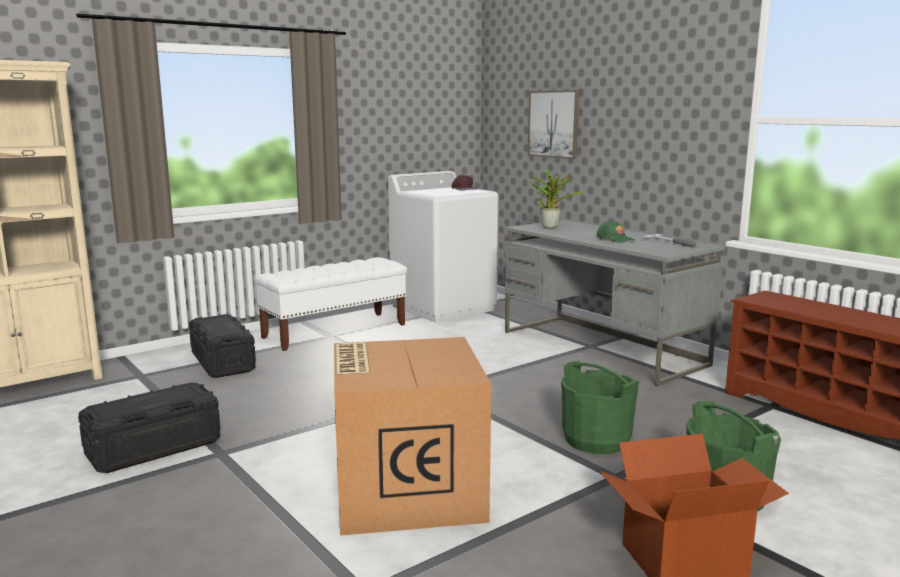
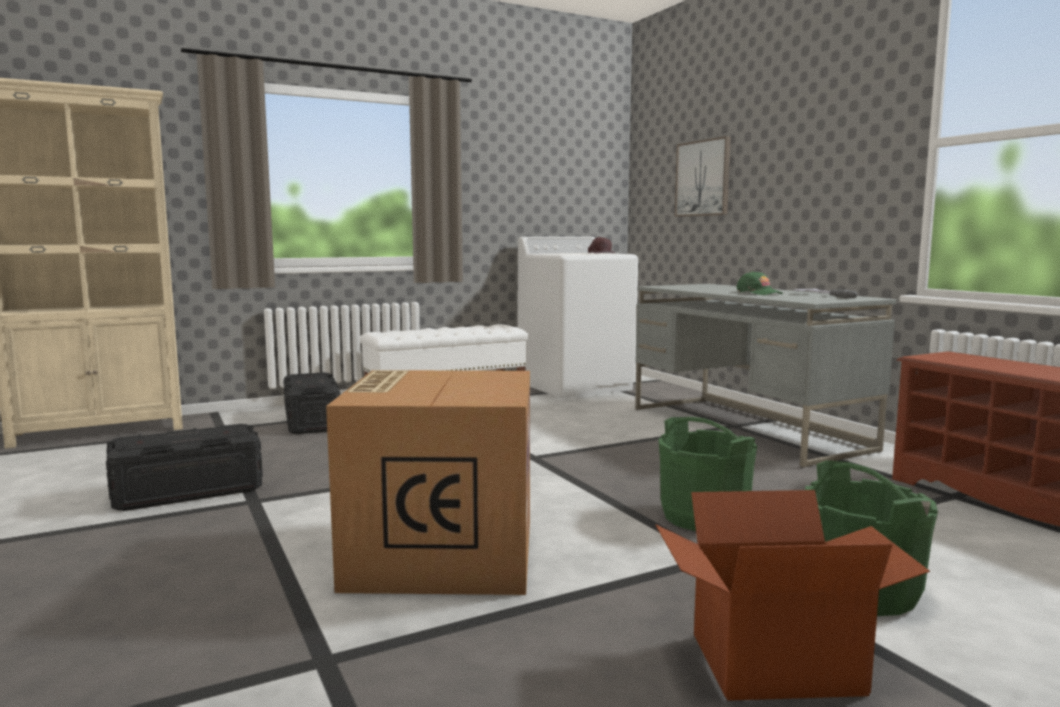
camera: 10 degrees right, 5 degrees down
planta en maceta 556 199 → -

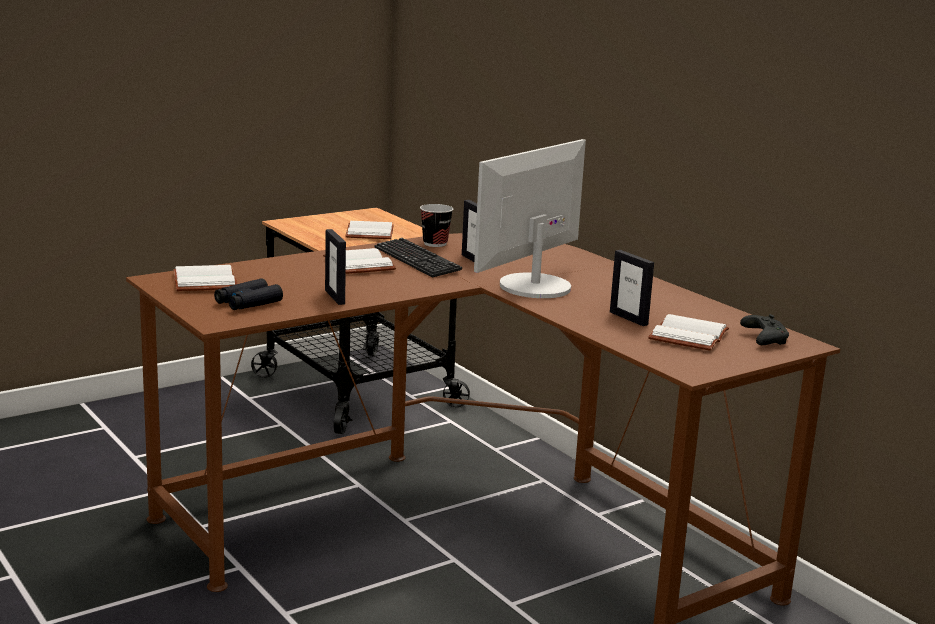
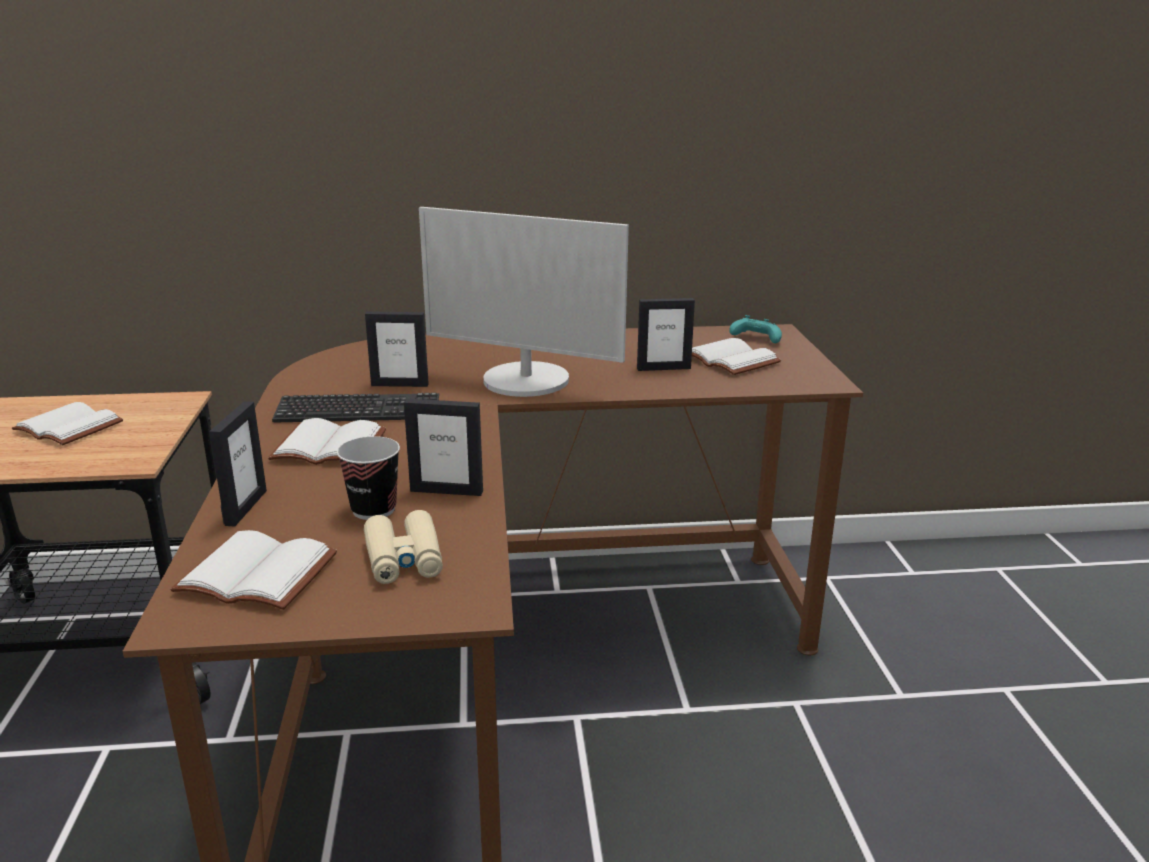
camera: 60 degrees left, 5 degrees up
monitor 530 218 → monitor 524 302, 45 degrees counterclockwise
taza 436 225 → taza 368 478, shifted
prismáticos (negro) 248 294 → prismáticos (beis) 403 547
mando de consola (negro) 764 329 → mando de consola (turquesa) 755 329
- → portarretratos 238 464

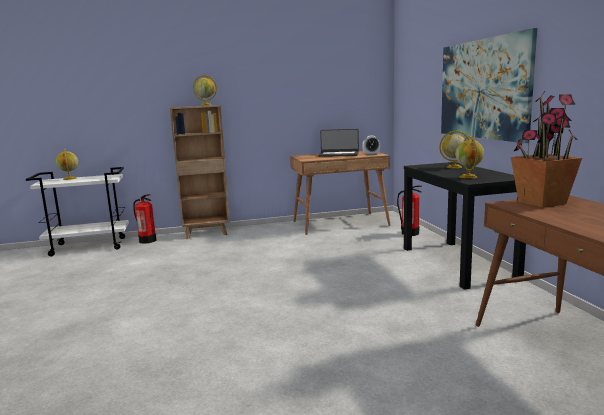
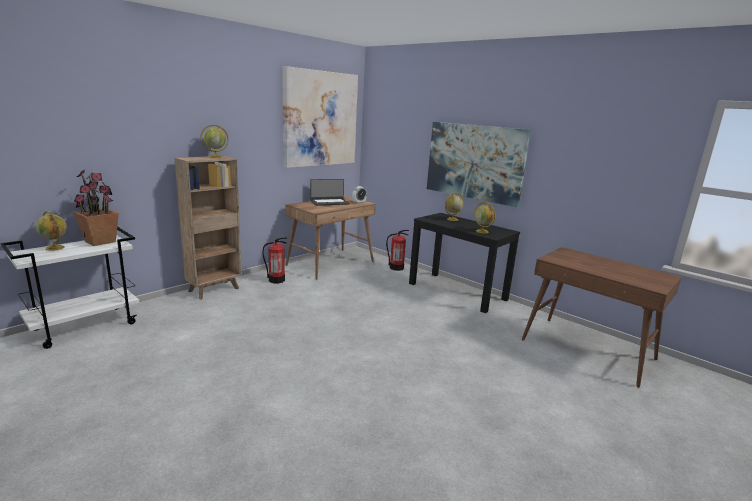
camera: 35 degrees left, 5 degrees up
planta en maceta 546 149 → planta en maceta 96 208, shifted
extintor 144 219 → extintor 274 260, shifted
- → cuadro 320 117

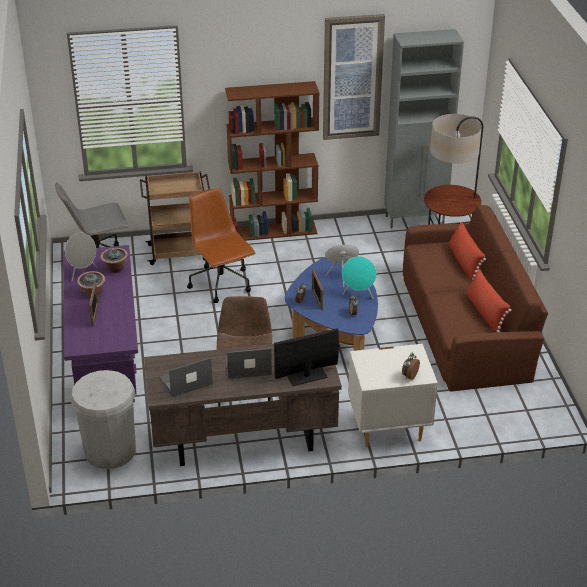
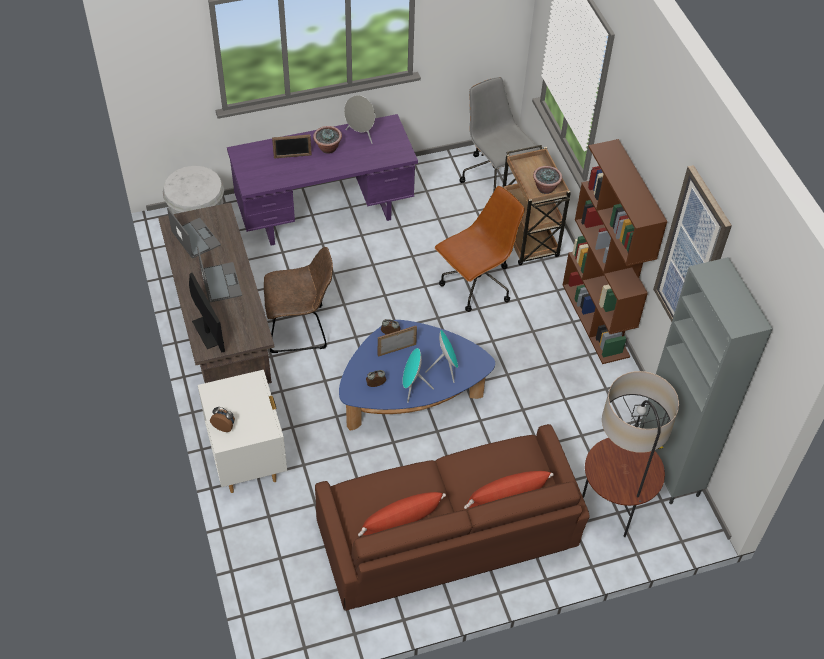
camera: 80 degrees right, 15 degrees up
planta en maceta 114 260 → planta en maceta 547 180, shifted

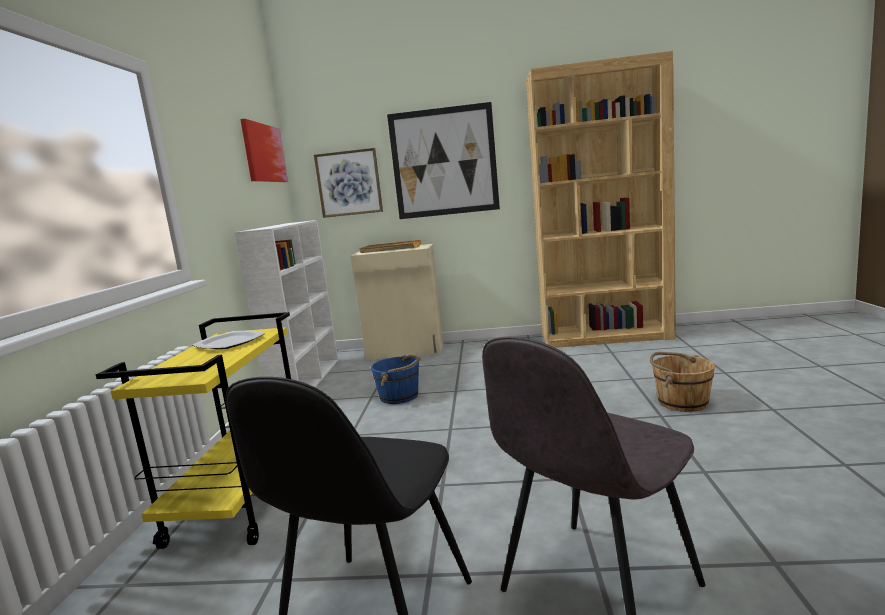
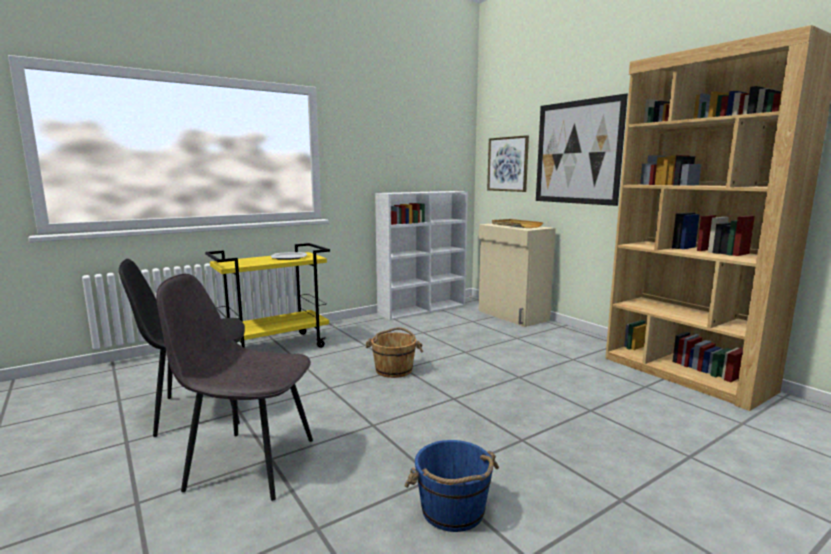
camera: 50 degrees right, 0 degrees up
cuadro 264 150 → -
cubo (marrón) 682 382 → cubo (marrón) 394 352, shifted
cubo (azul) 396 379 → cubo (azul) 451 486, shifted

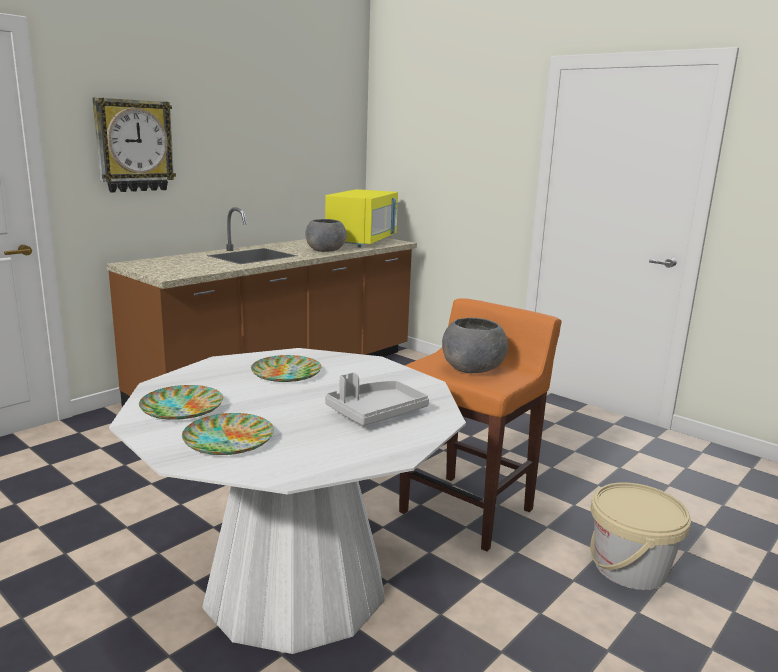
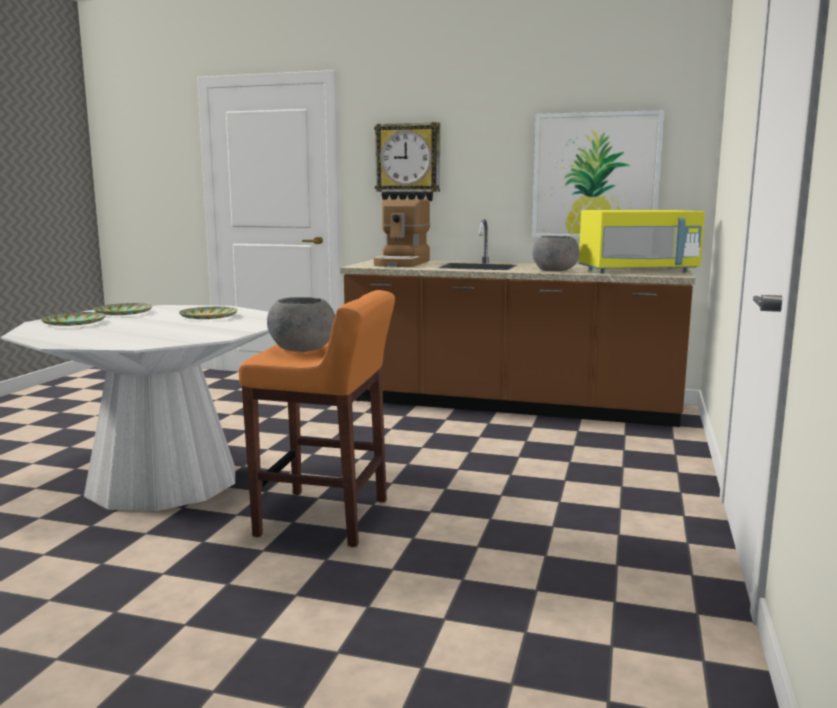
camera: 65 degrees right, 5 degrees down
bandeja (gris) 377 399 → -
cubo (beis) 640 536 → -
- → cuadro 598 174
- → cafetera 402 233

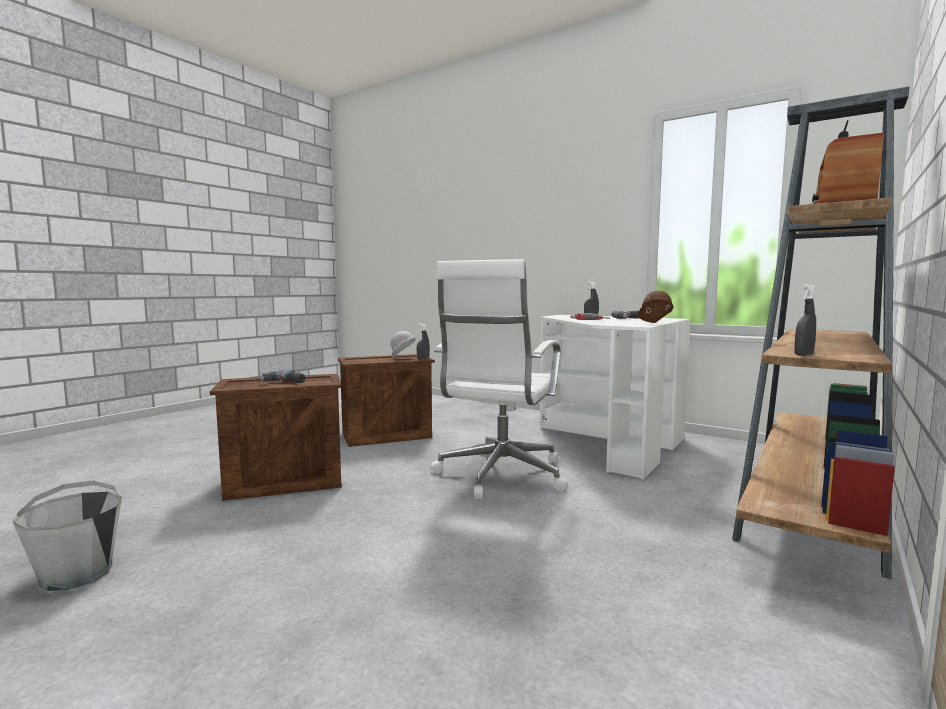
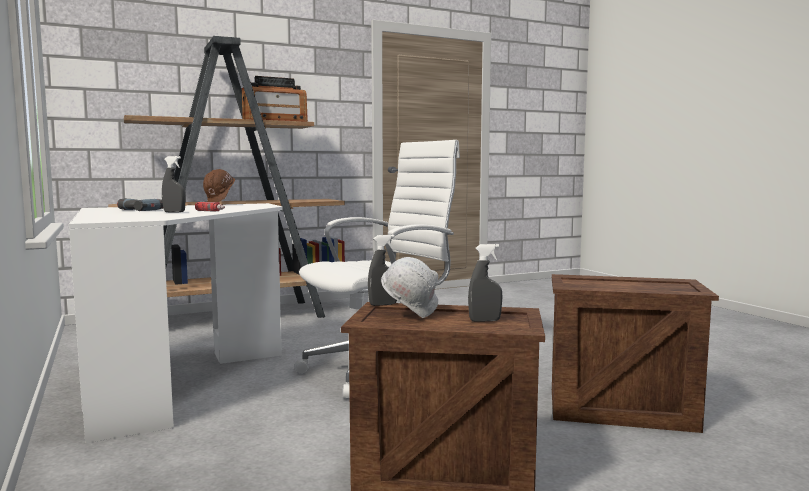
camera: 150 degrees left, 0 degrees up
pulverizador (gris) 805 320 → pulverizador (gris) 485 283, shifted
taladro 282 376 → -
cubo (gris) 67 535 → -

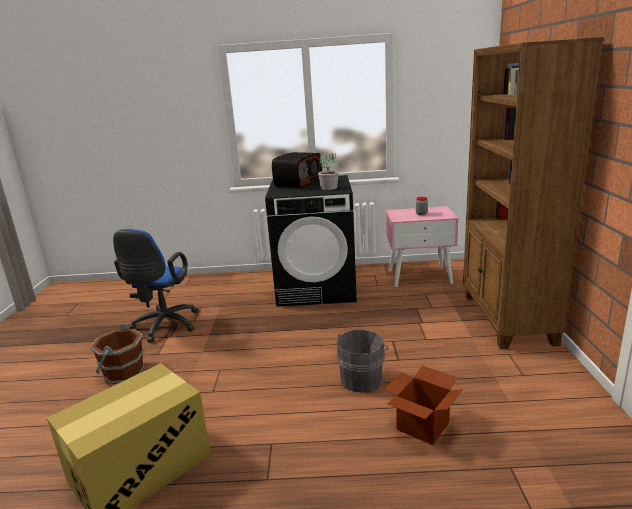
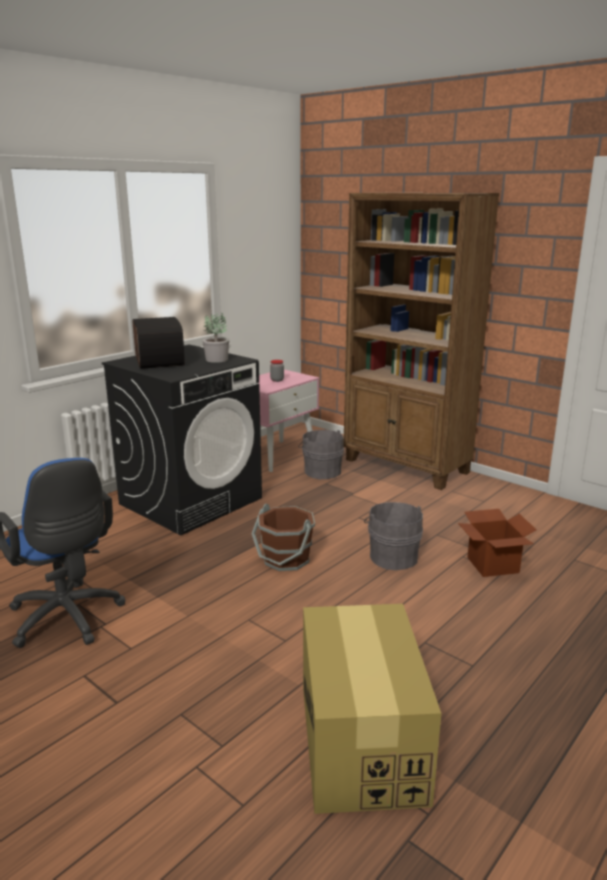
camera: 50 degrees left, 0 degrees up
cubo (marrón) 117 353 → cubo (marrón) 283 537, shifted
- → cubo (gris) 321 454

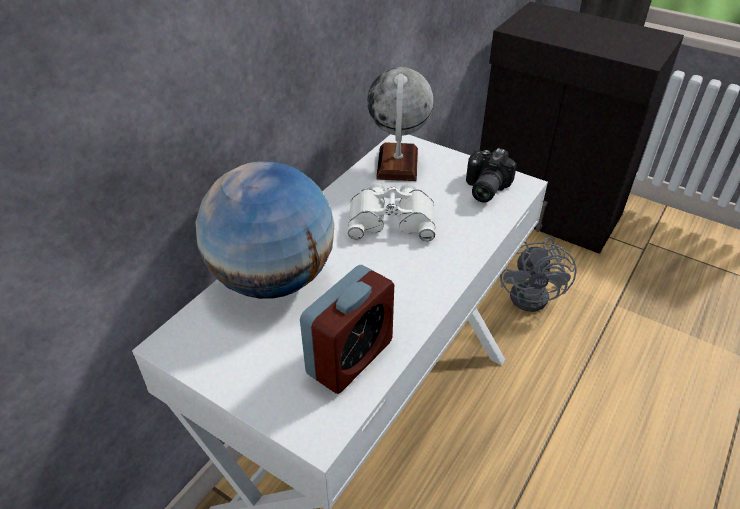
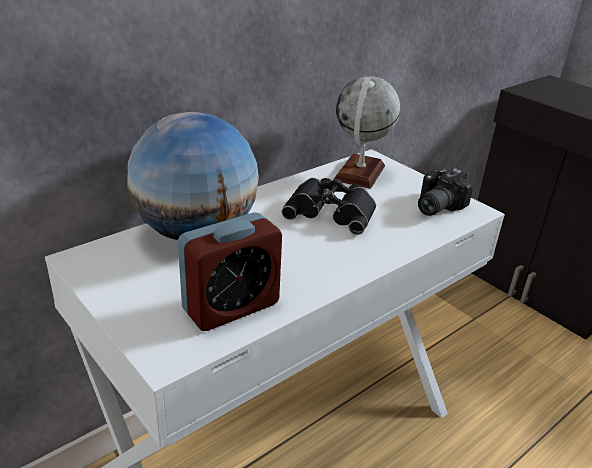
camera: 15 degrees right, 10 degrees down
prismáticos (blanco) 391 212 → prismáticos (negro) 329 206
ventilador (gris) 538 274 → -

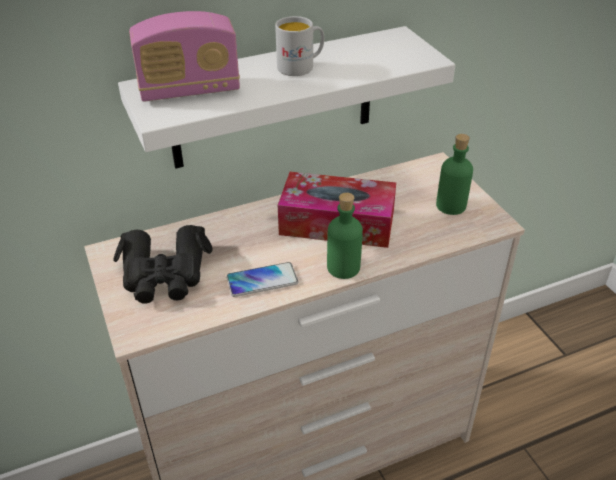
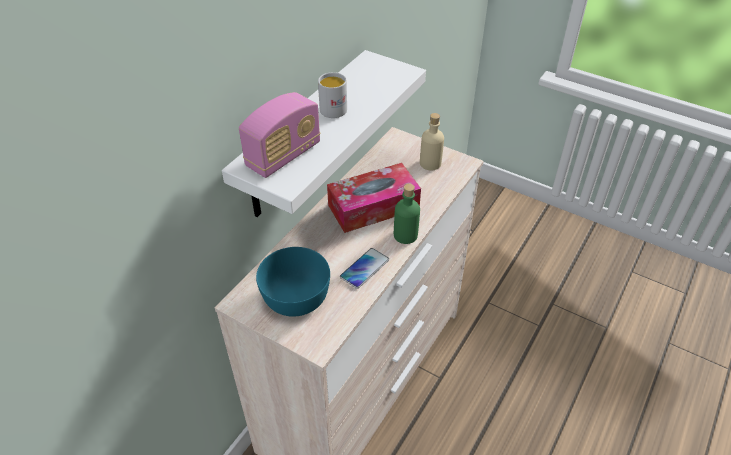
camera: 35 degrees left, 5 degrees up
botella (verde) 454 174 → botella (beis) 432 141
prismáticos (negro) 163 264 → cuenco (turquesa) 293 282

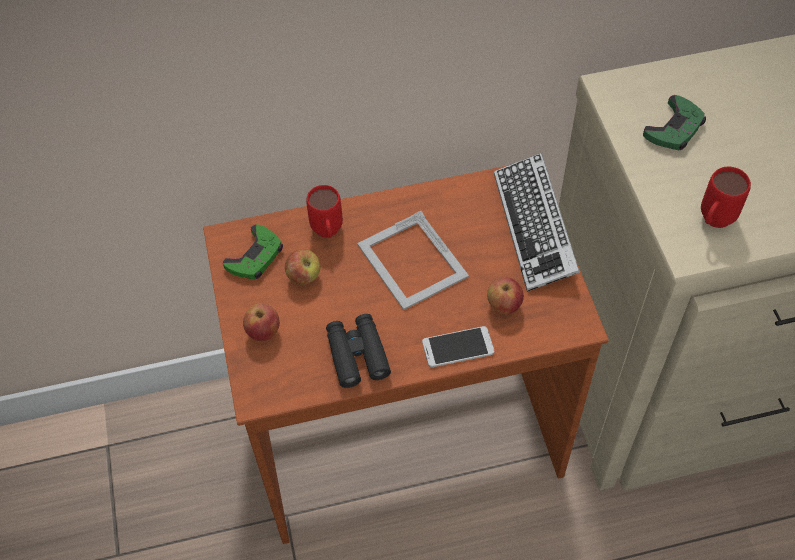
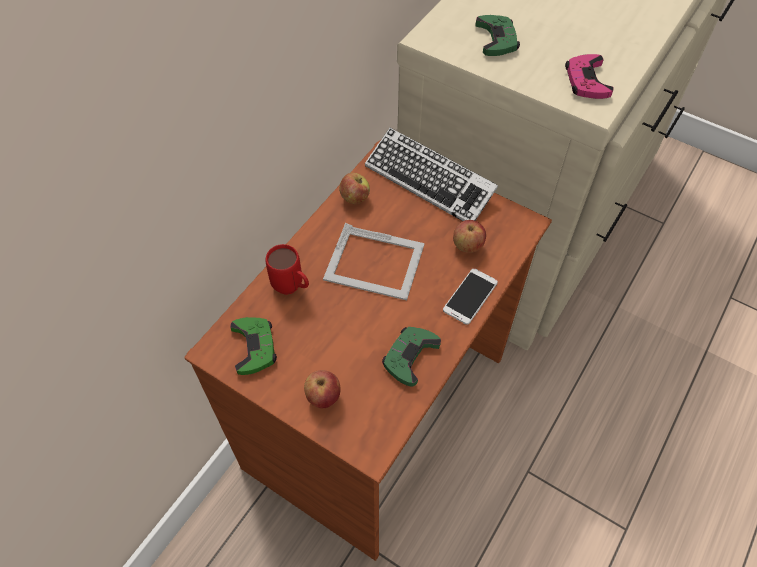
camera: 45 degrees left, 0 degrees up
taza grande (rojo) 726 197 → mando de consola (rosa) 589 76
manzana 303 267 → manzana 354 188, shifted
prismáticos (negro) 358 351 → mando de consola (verde) 411 357

